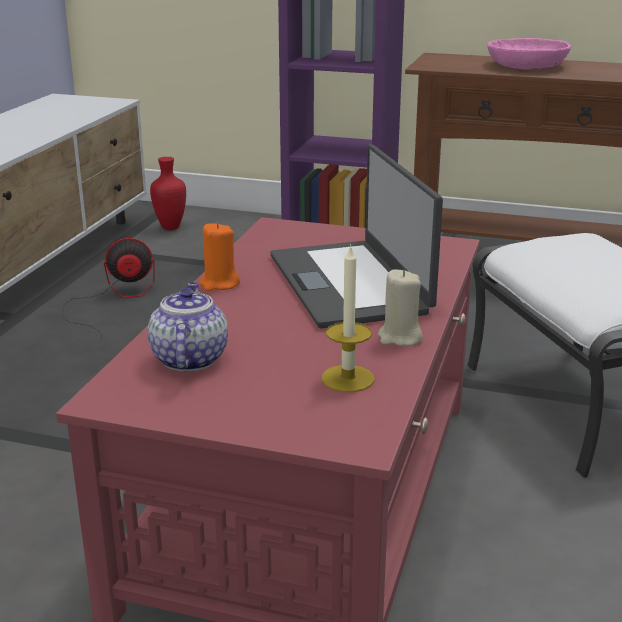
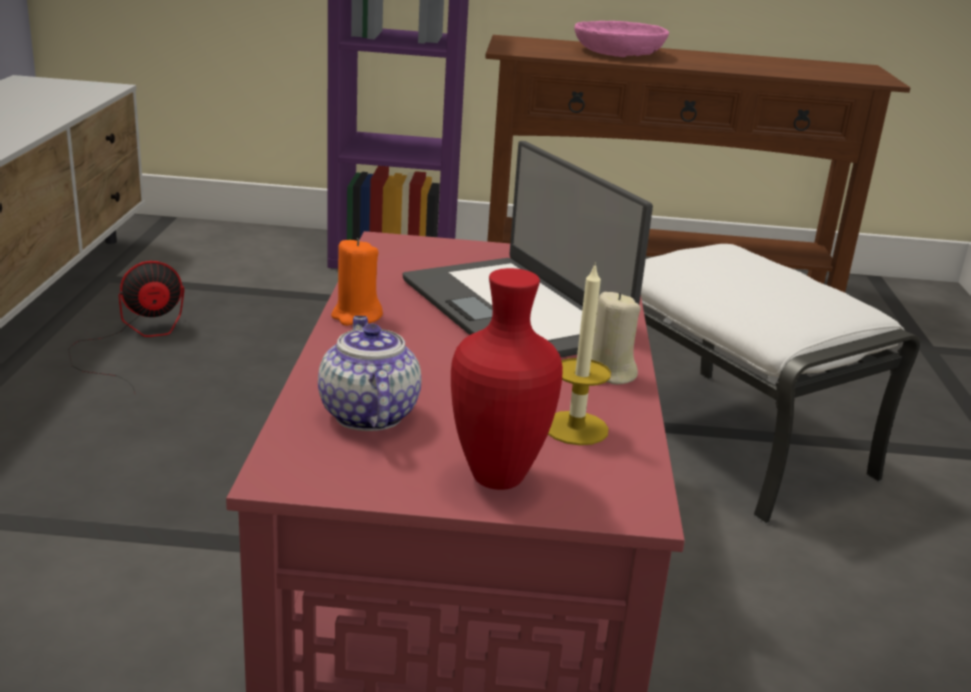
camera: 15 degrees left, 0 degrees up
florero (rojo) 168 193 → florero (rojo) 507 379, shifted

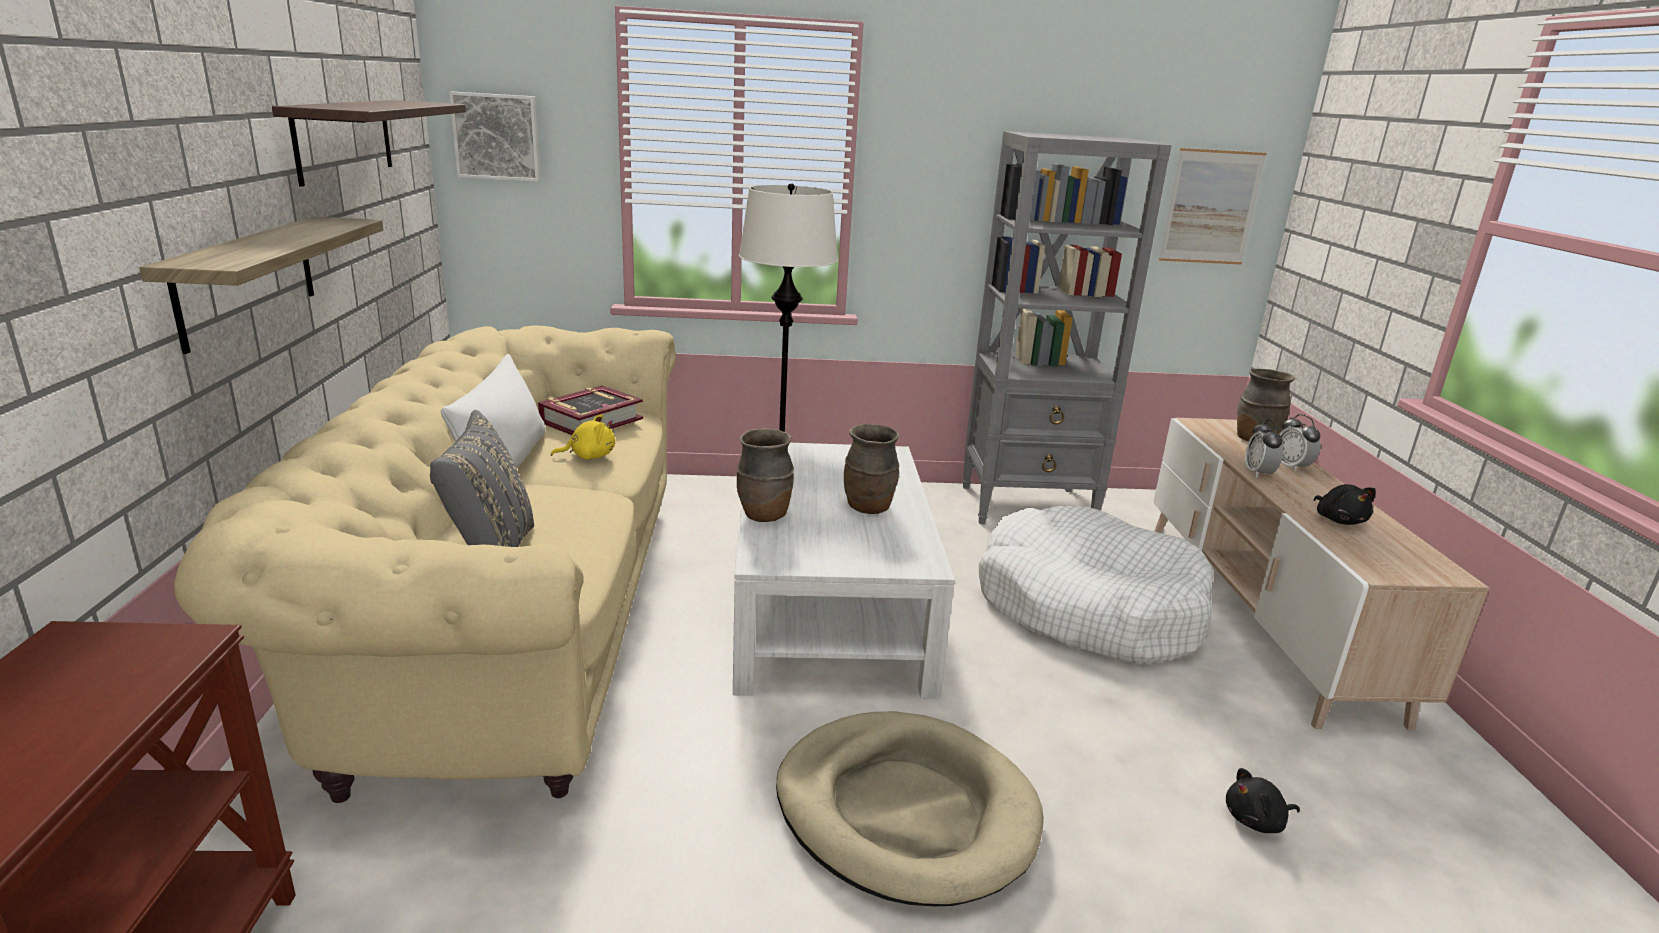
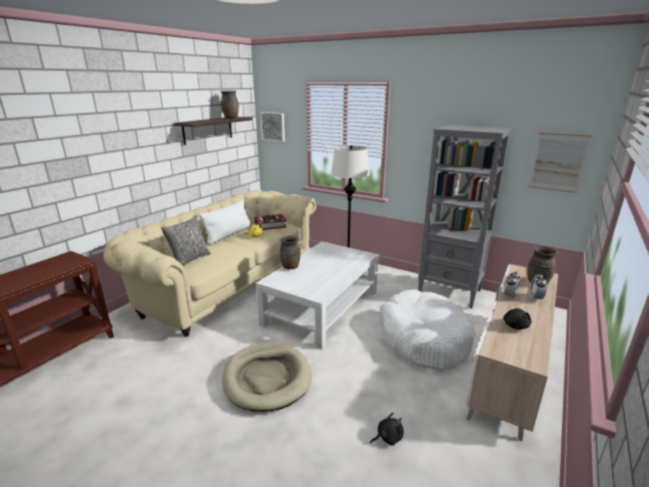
camera: 35 degrees right, 0 degrees up
estante 261 285 → -
florero (marrón) 871 469 → florero (marrón) 230 104, shifted
peluche (negro) 1263 800 → peluche (negro) 387 429, 135 degrees clockwise

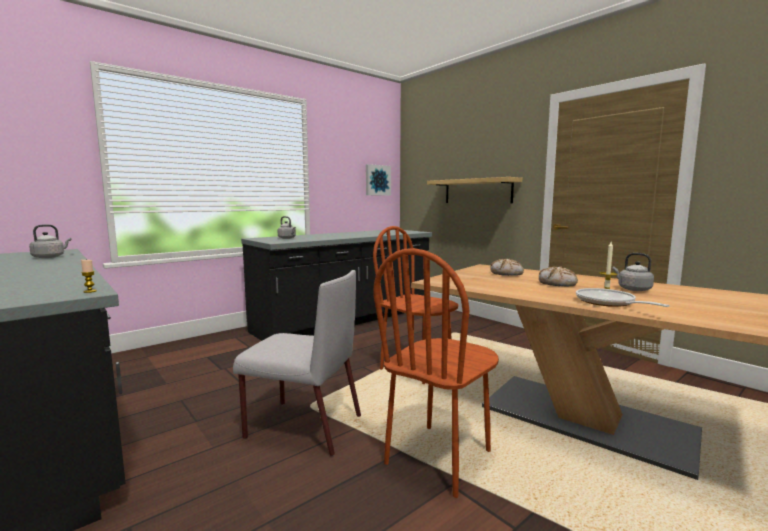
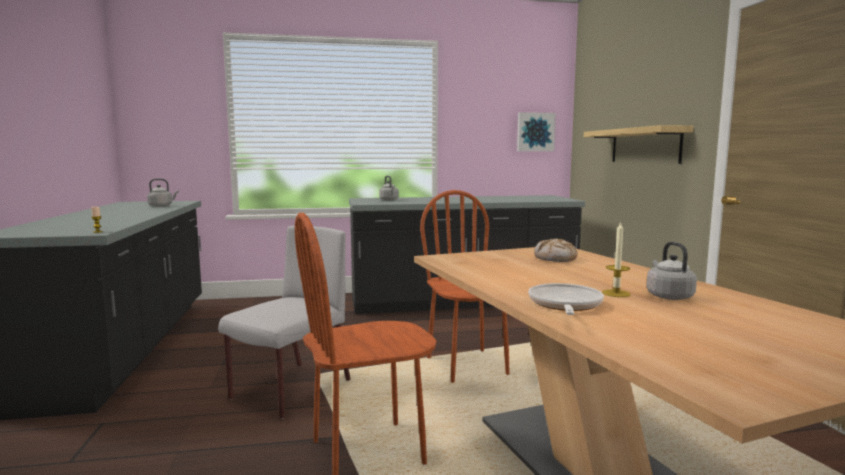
camera: 30 degrees right, 0 degrees up
pan 558 276 → -
silla (gris) 297 363 → silla (gris) 284 322, 105 degrees counterclockwise

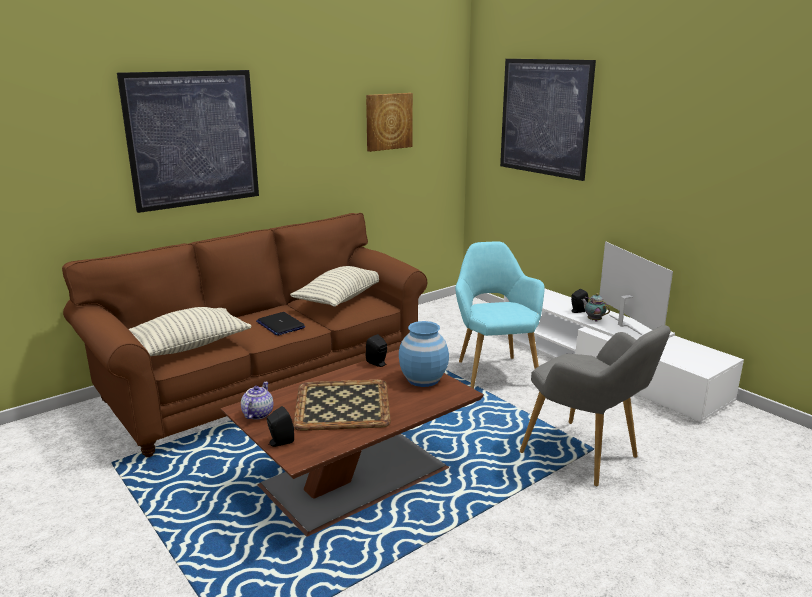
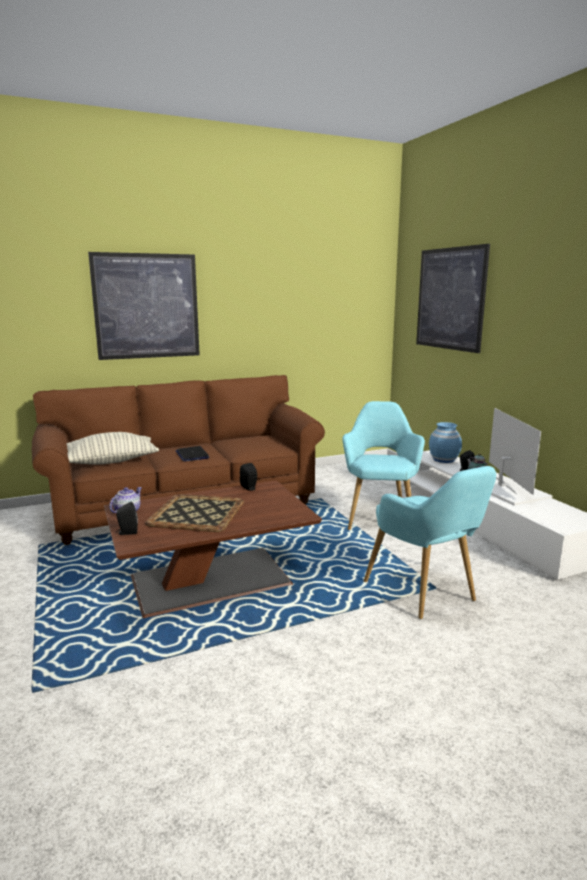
camera: 15 degrees right, 5 degrees down
cuadro 389 122 → -
cojín 334 286 → -
florero (azul) 424 354 → florero (azul) 445 442, shifted
sillón (gris) 595 405 → sillón (turquesa) 430 542

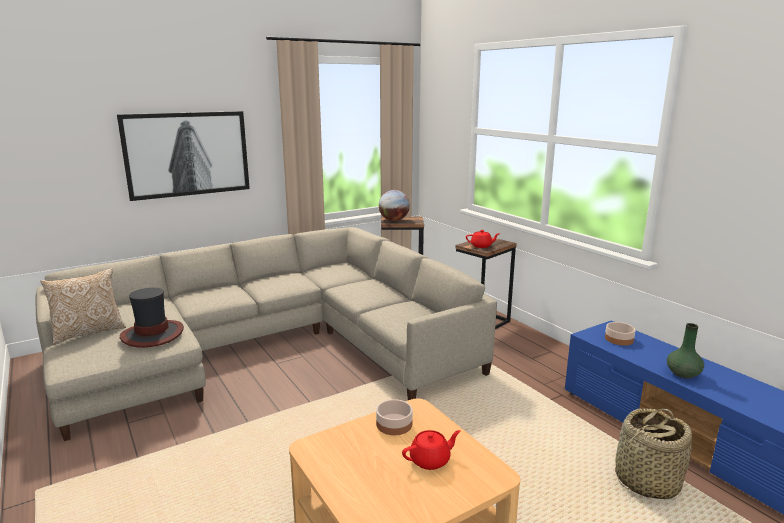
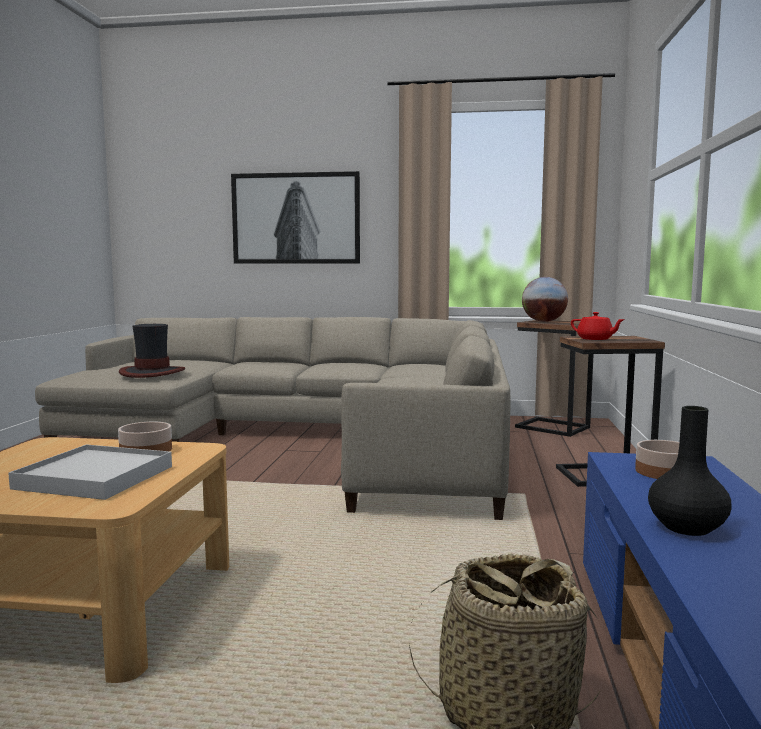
camera: 40 degrees right, 10 degrees down
cojín 83 306 → -
florero (verde) 685 351 → florero (negro) 690 471
tetera (rojo) 431 450 → bandeja (blanco) 90 472

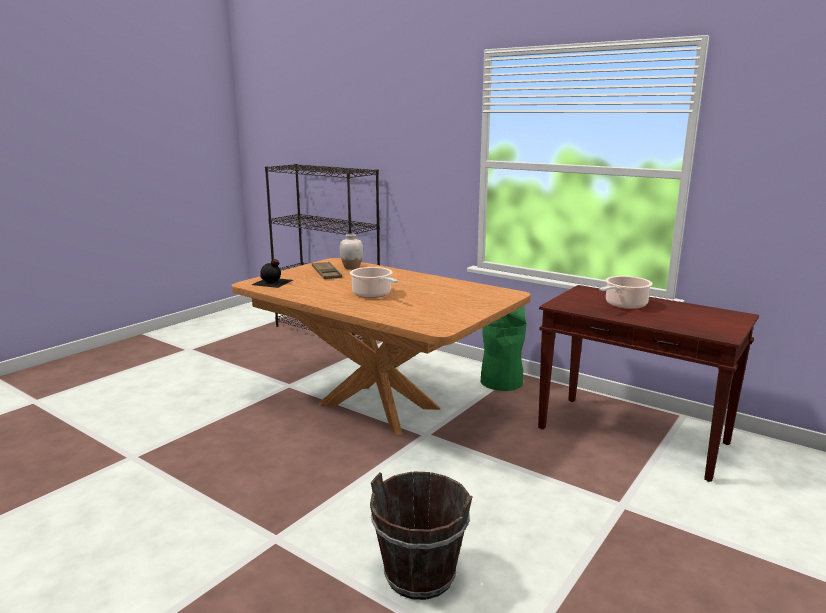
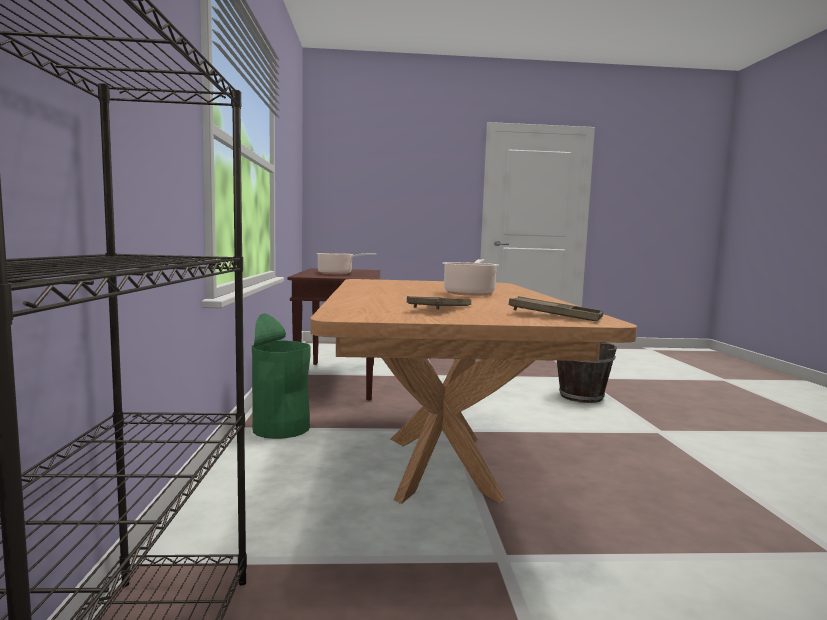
camera: 130 degrees left, 10 degrees down
florero (blanco) 351 252 → -
botella (negro) 272 273 → bandeja (marrón) 556 308

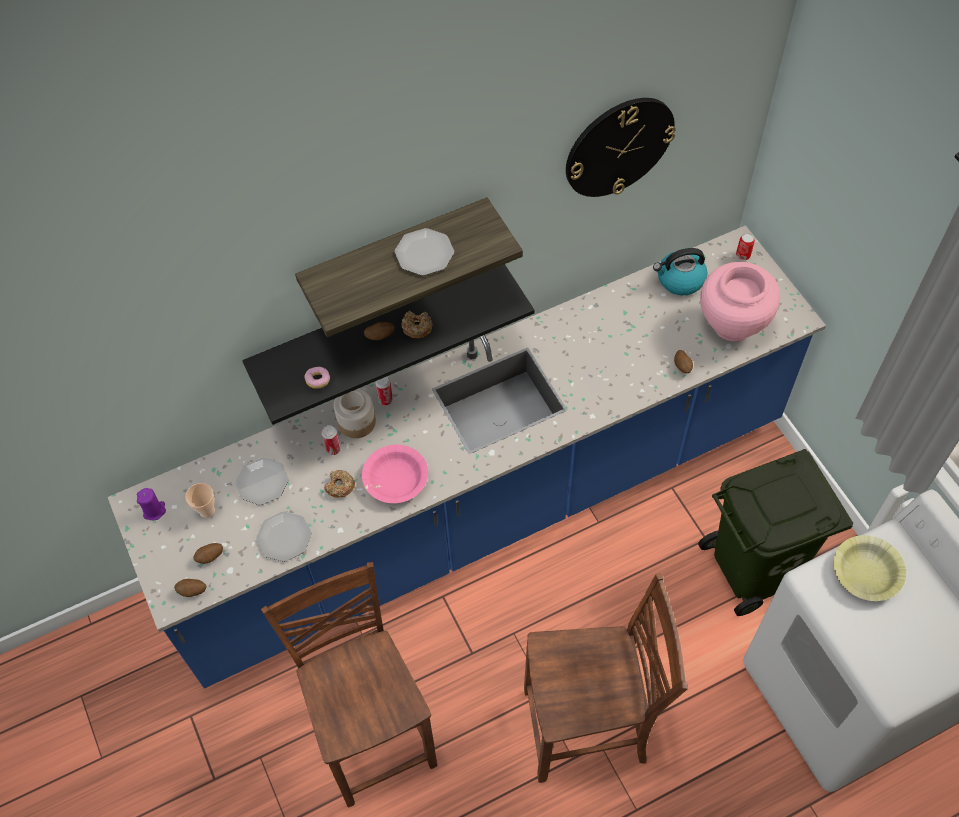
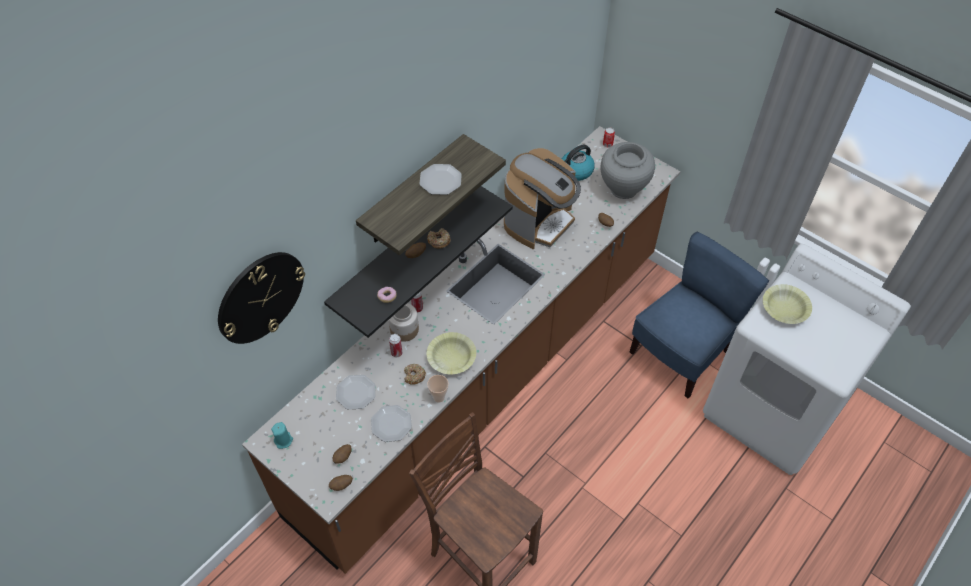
camera: 25 degrees left, 5 degrees down
reloj de pared 621 147 → reloj de pared 261 298, shifted
mueble bajo de cocina (azul) 467 456 → mueble bajo de cocina (marrón) 461 350
florero (rosa) 740 301 → florero (gris) 628 170
cuenco (rosa) 395 474 → cuenco (amarillo) 451 353
papelera (verde) 775 532 → silla (azul) 699 315
taza 200 500 → taza 438 389, shifted
vela (morado) 151 504 → vela (turquesa) 282 435
silla (marrón) 606 678 → -
- → cafetera 542 198

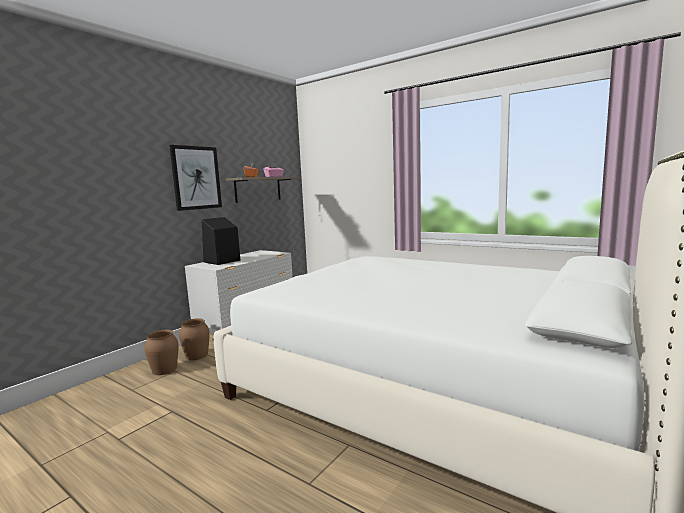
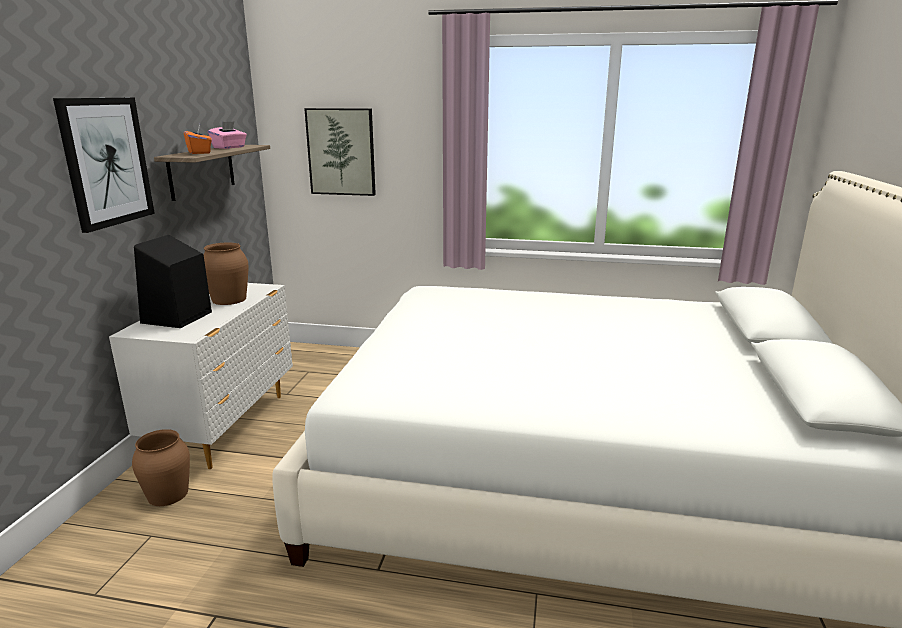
camera: 25 degrees left, 10 degrees up
florero (marrón) 161 352 → florero (marrón) 225 274, shifted
- → cuadro 340 152

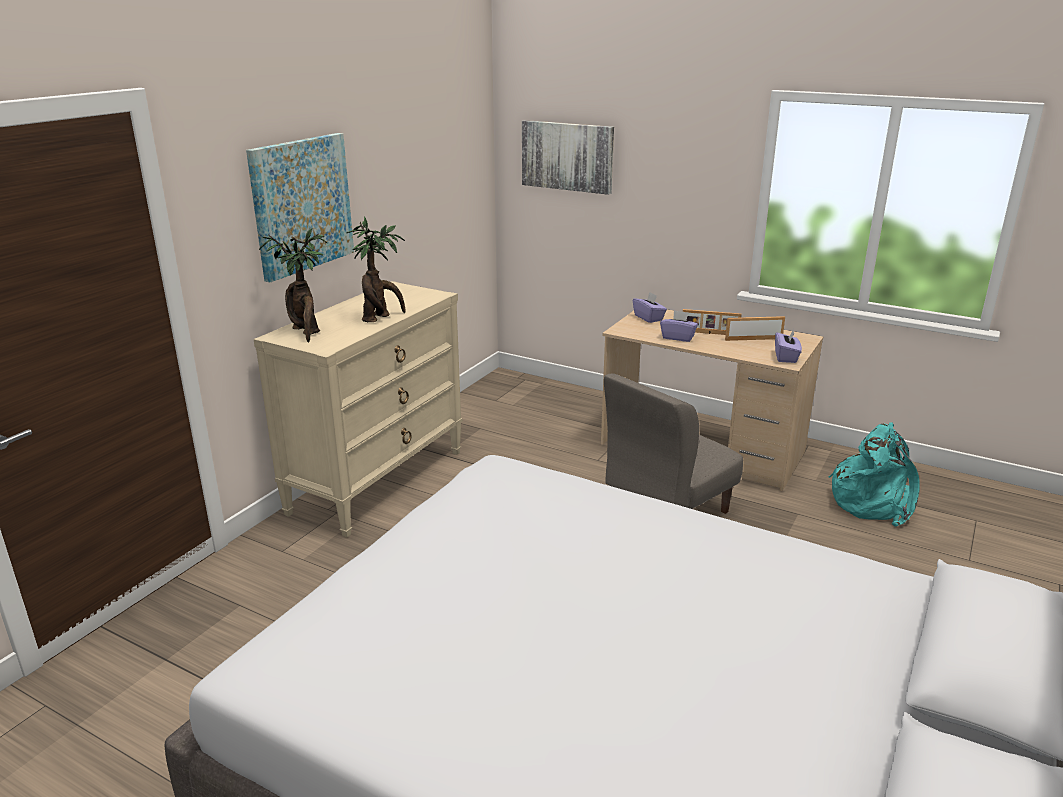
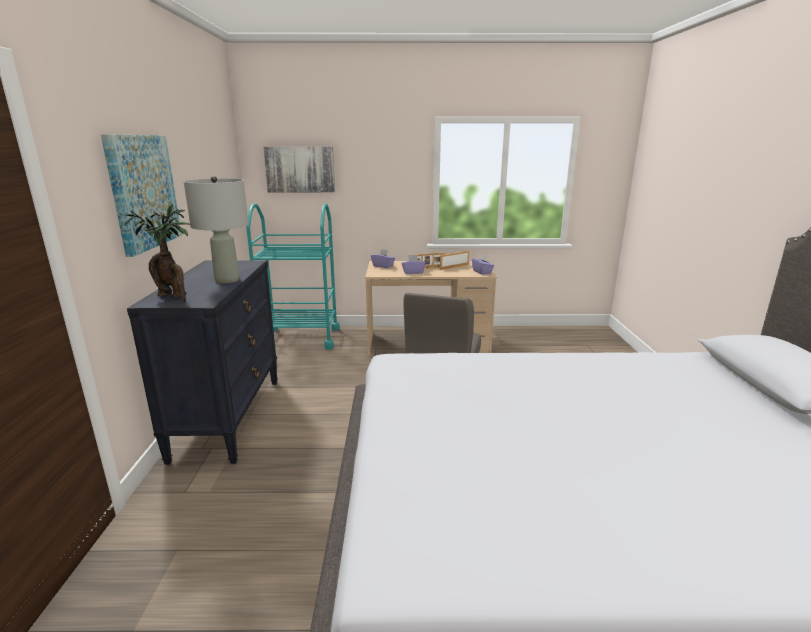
camera: 30 degrees left, 5 degrees down
planta en maceta 376 269 → lámpara de mesa (gris) 216 229
cómoda (beis) 357 409 → cómoda (negro) 202 362
mochila (turquesa) 874 475 → -
- → carrito (turquesa) 293 277

